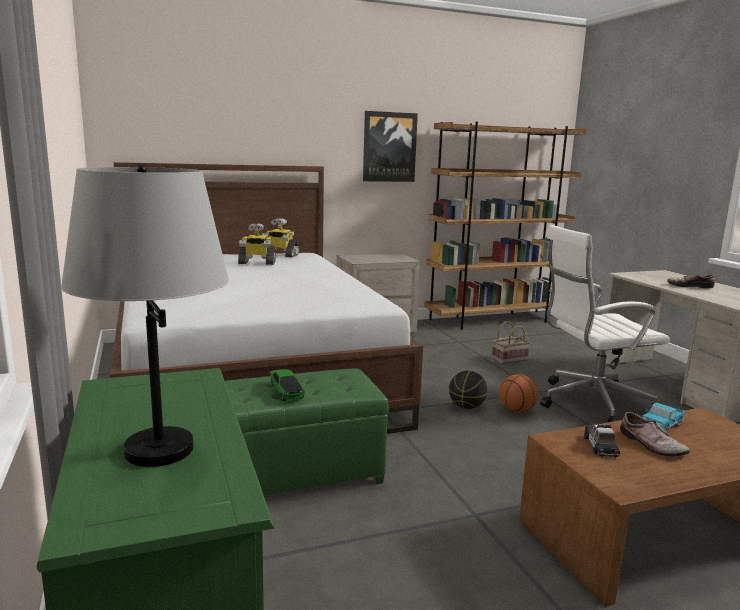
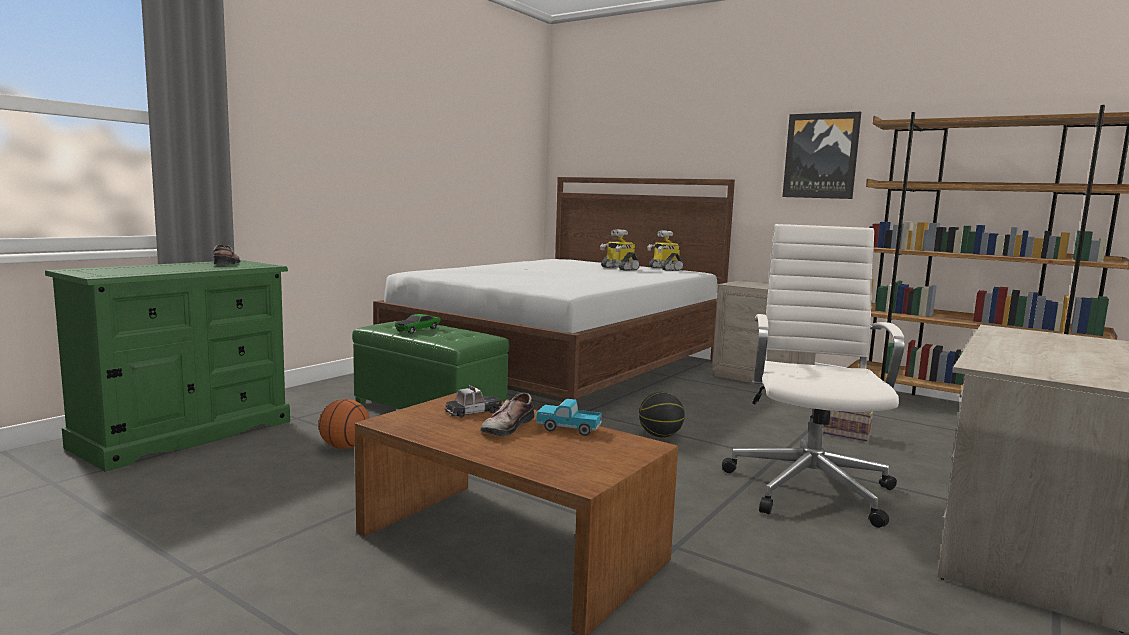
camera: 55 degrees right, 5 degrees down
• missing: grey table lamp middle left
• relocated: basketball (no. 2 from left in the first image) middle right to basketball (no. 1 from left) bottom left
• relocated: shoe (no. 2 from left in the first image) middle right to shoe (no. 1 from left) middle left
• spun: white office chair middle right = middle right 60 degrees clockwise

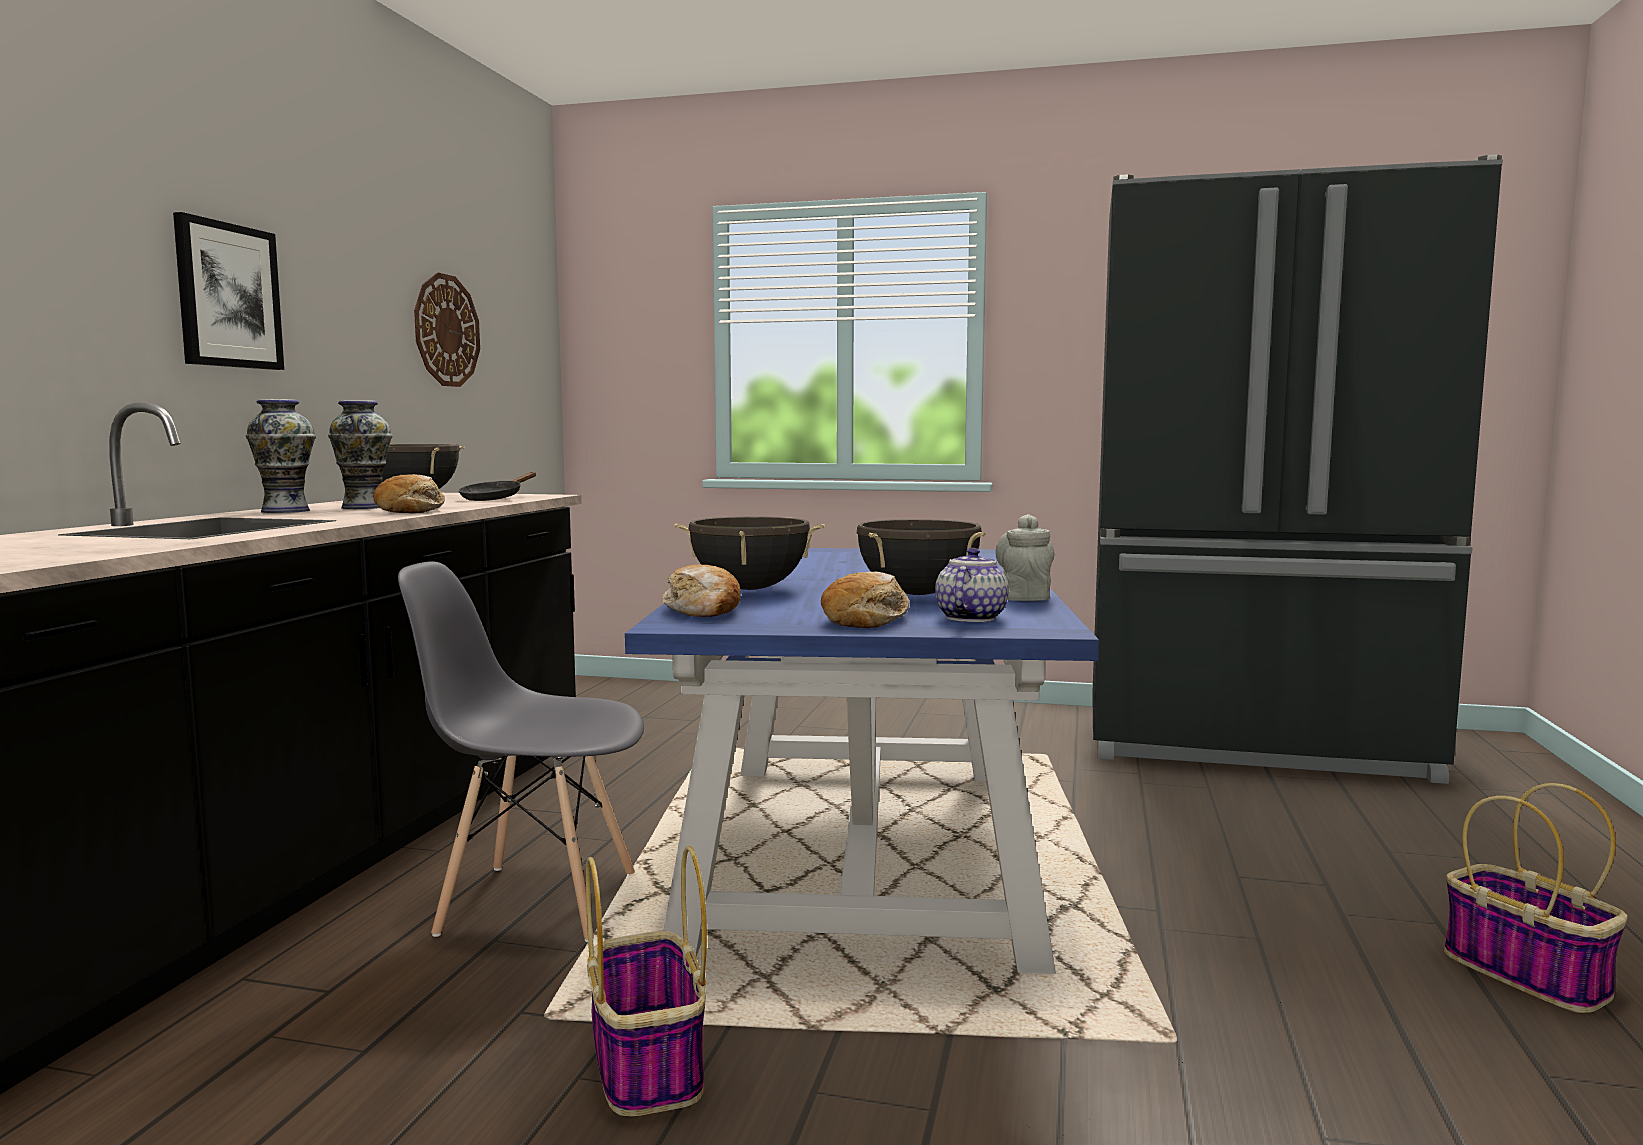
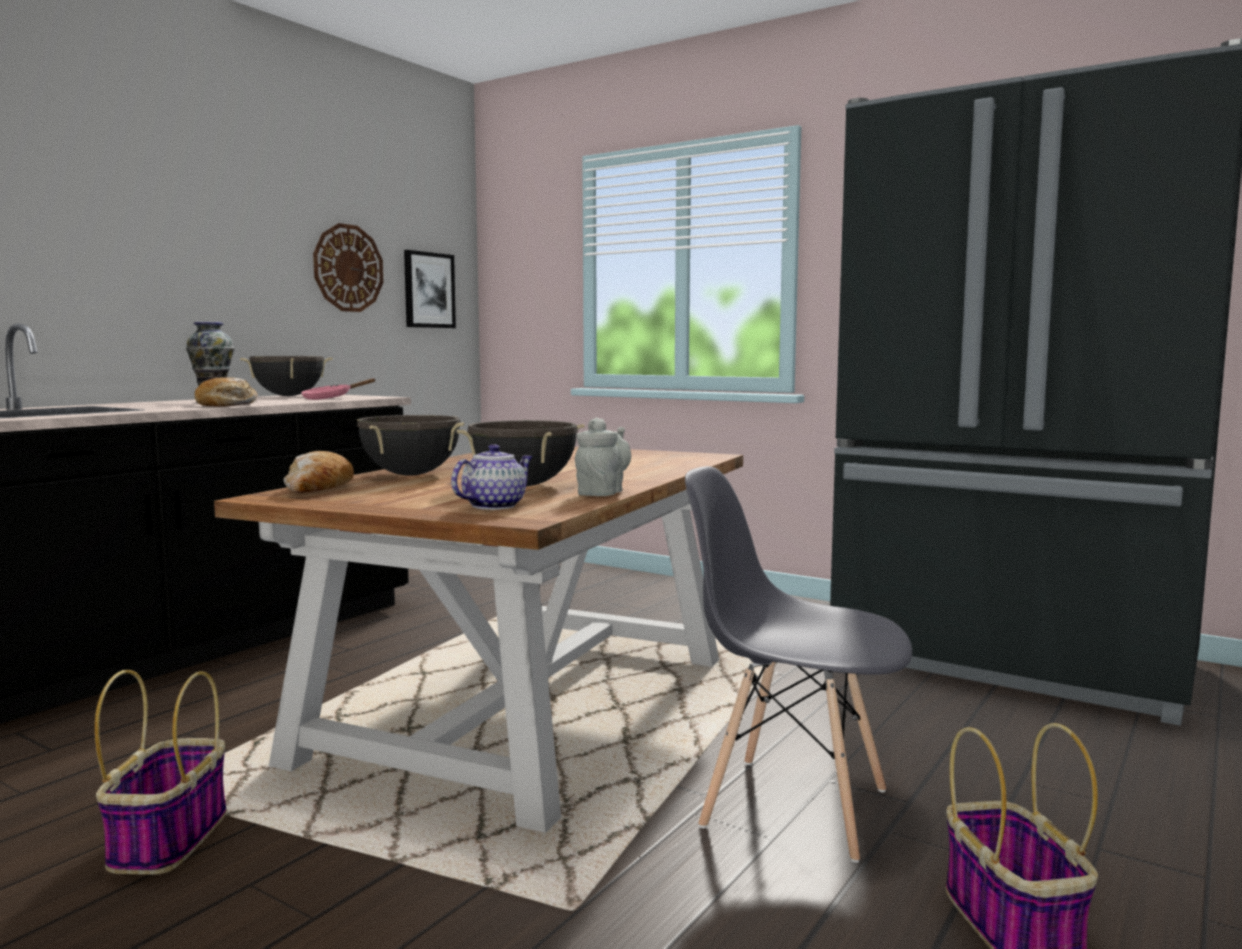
camera: 20 degrees right, 0 degrees up
• missing: vase (no. 1 from left) middle left
• missing: bread (no. 3 from left) centre
• relocated: picture top left to top centre
• relocated: grey chair middle left to bottom centre
• colour: black frying pan middle left to pink frying pan middle left
• colour: blue dining table centre to brown dining table bottom centre

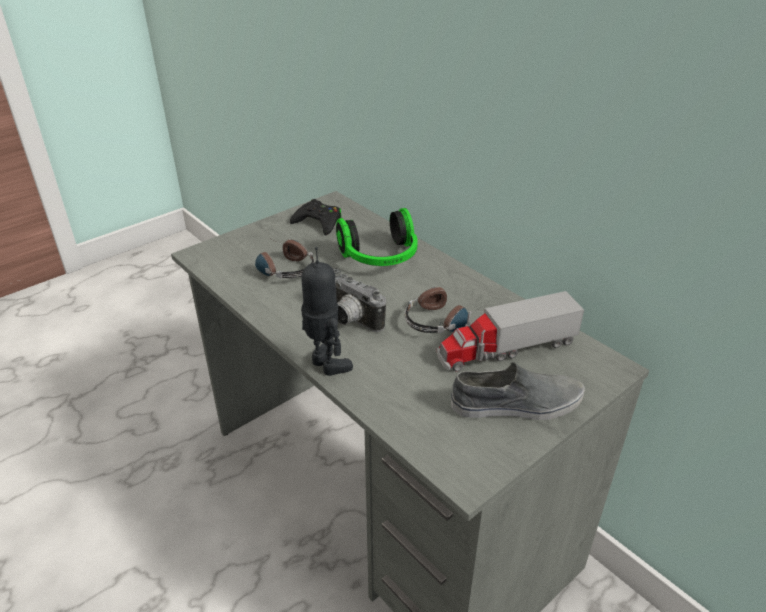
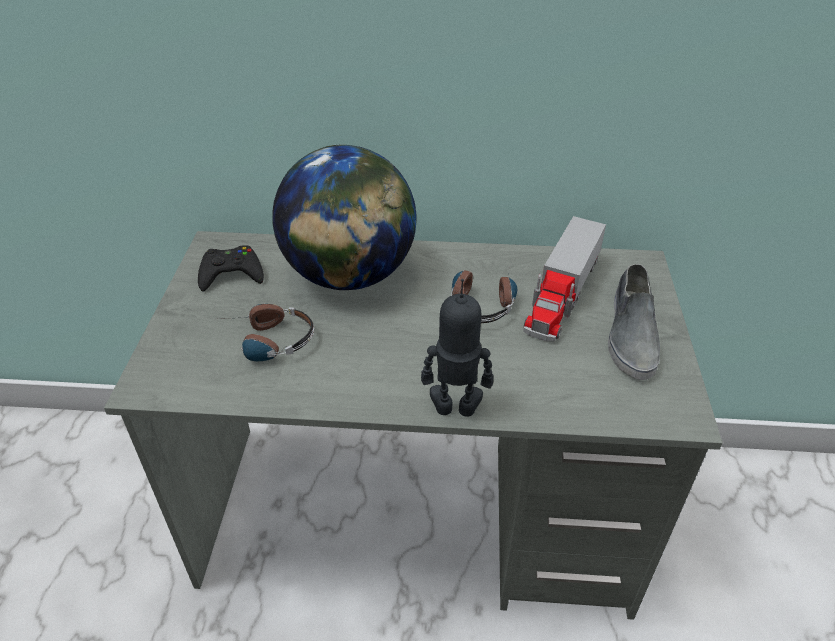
camera: 45 degrees left, 5 degrees up
• missing: photo camera centre
• exchanged: headphones (no. 2 from left) centre to globe centre
• spun: grey shoe middle right = middle right 150 degrees clockwise

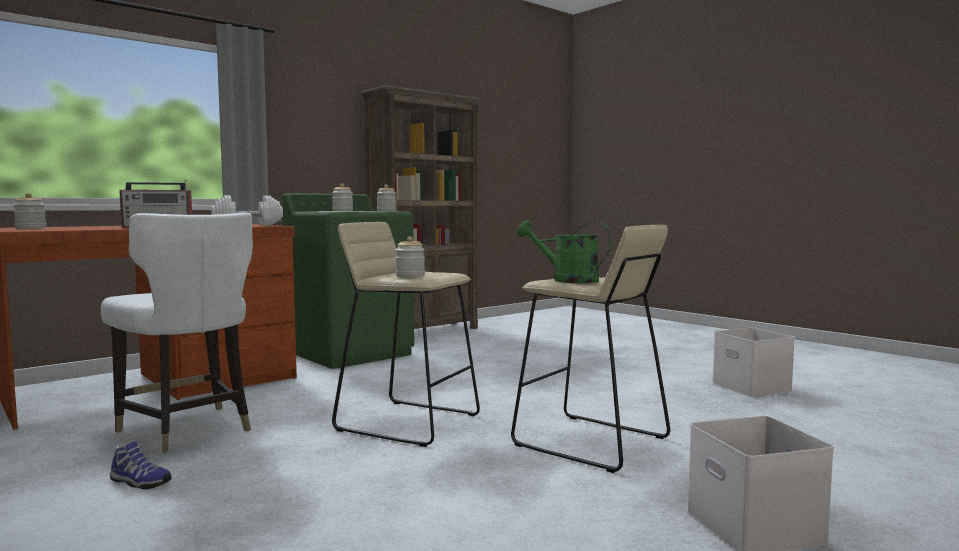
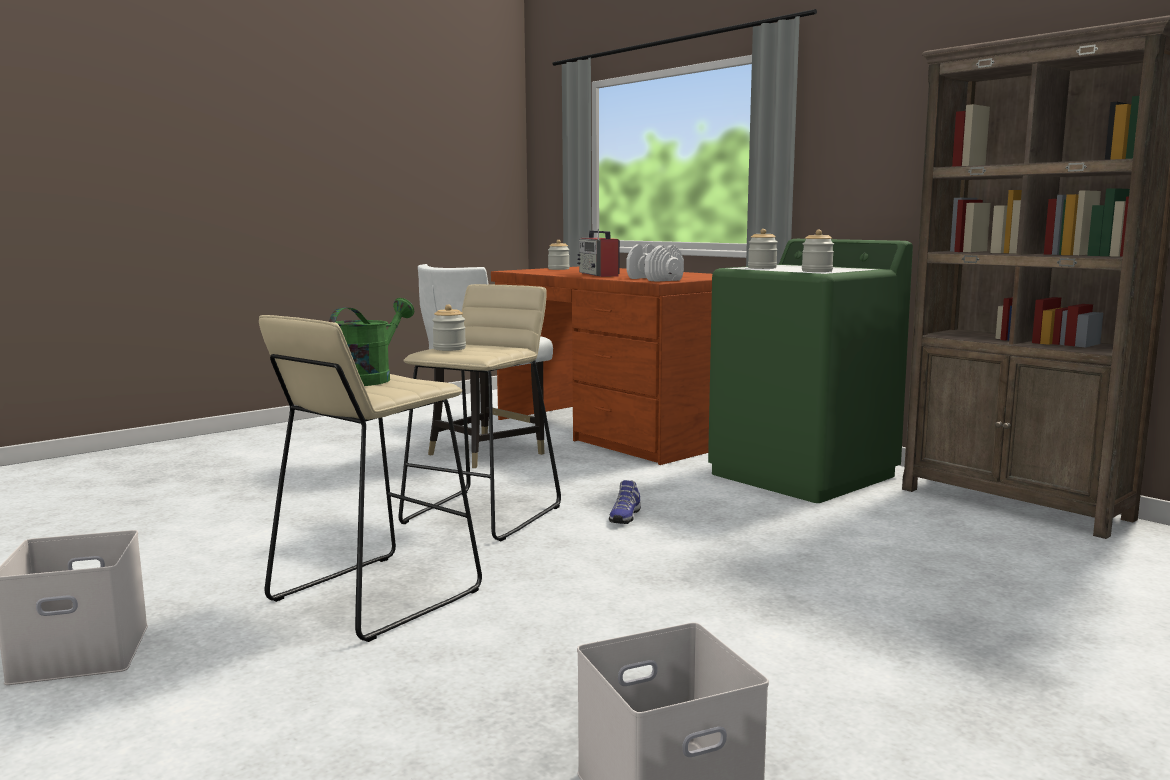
camera: 90 degrees right, 5 degrees up
• relocated: shoe bottom left to centre

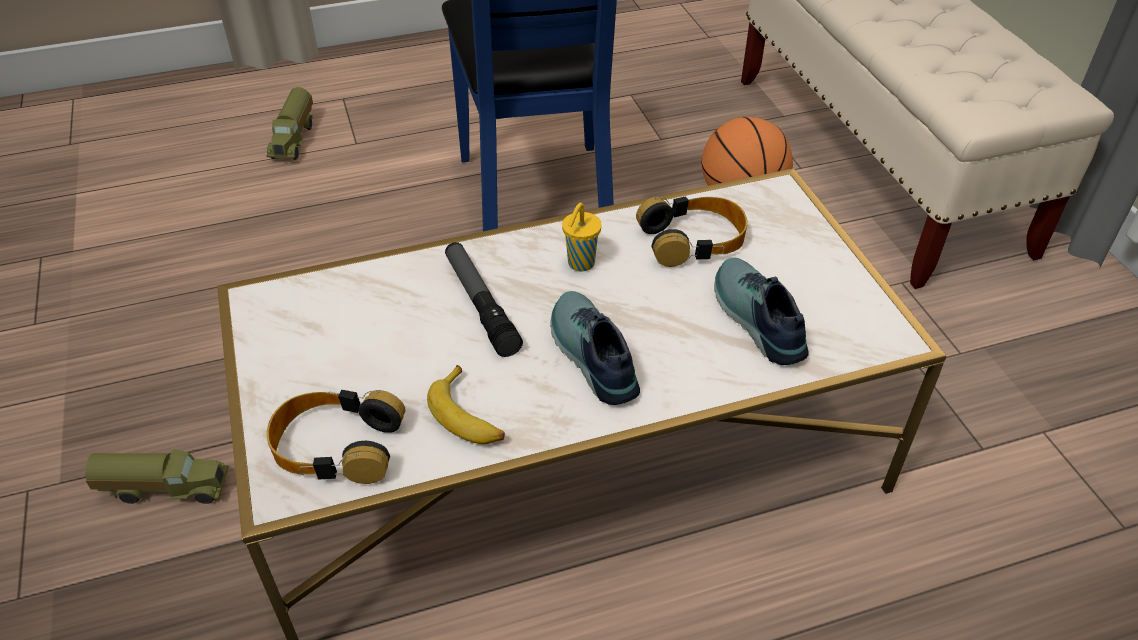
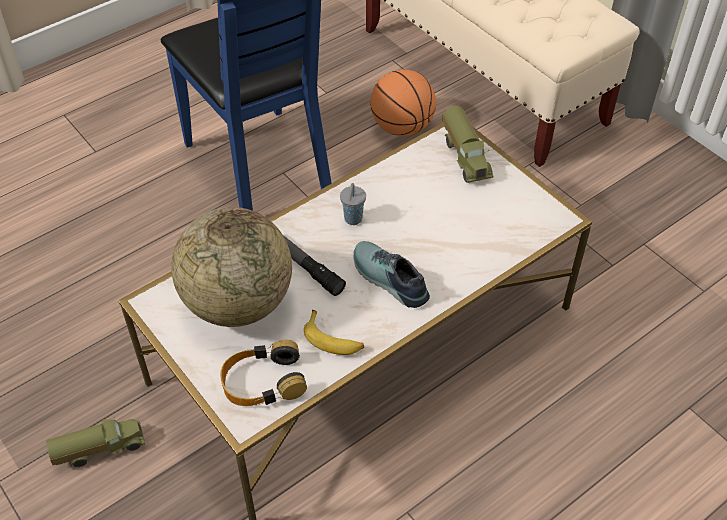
camera: 20 degrees left, 5 degrees up
• missing: headphones (no. 2 from left) centre
• missing: shoe (no. 2 from left) middle right
• appeared: globe middle left
• relocated: toy truck (no. 2 from left) top left to top centre
• colour: yellow cup centre to grey cup centre

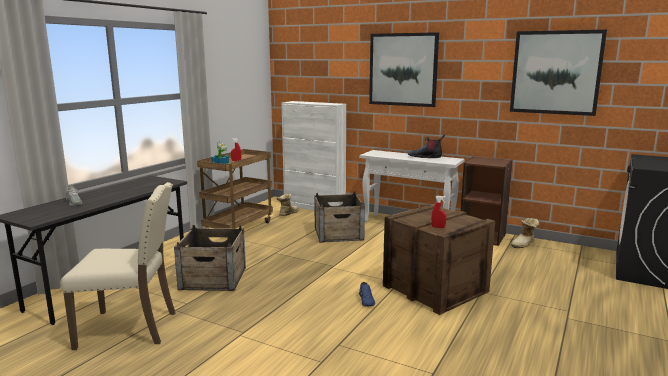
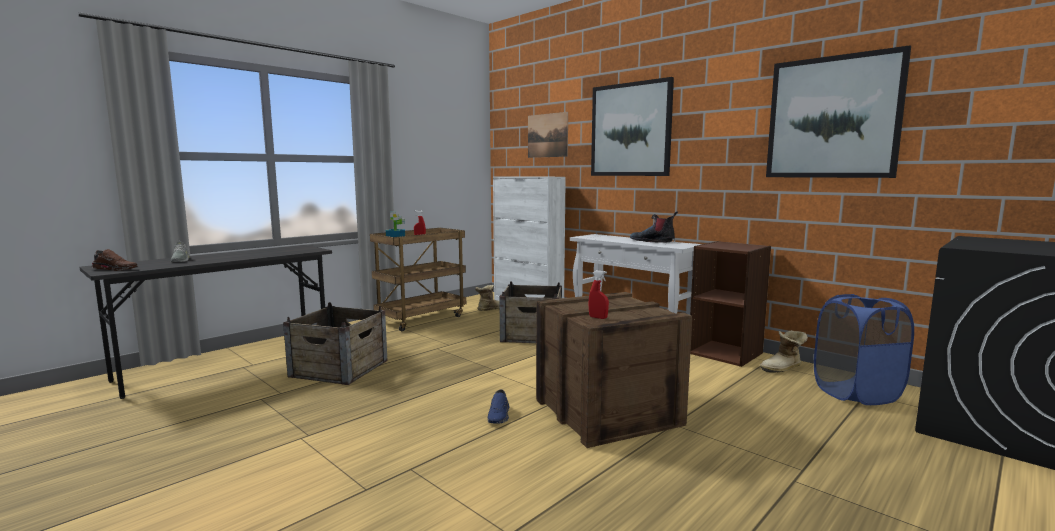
camera: 15 degrees right, 5 degrees down
• missing: beige chair bottom left
• appeared: brown shoe middle left
• appeared: picture (no. 1 from left) top centre
• appeared: blue laundry basket middle right

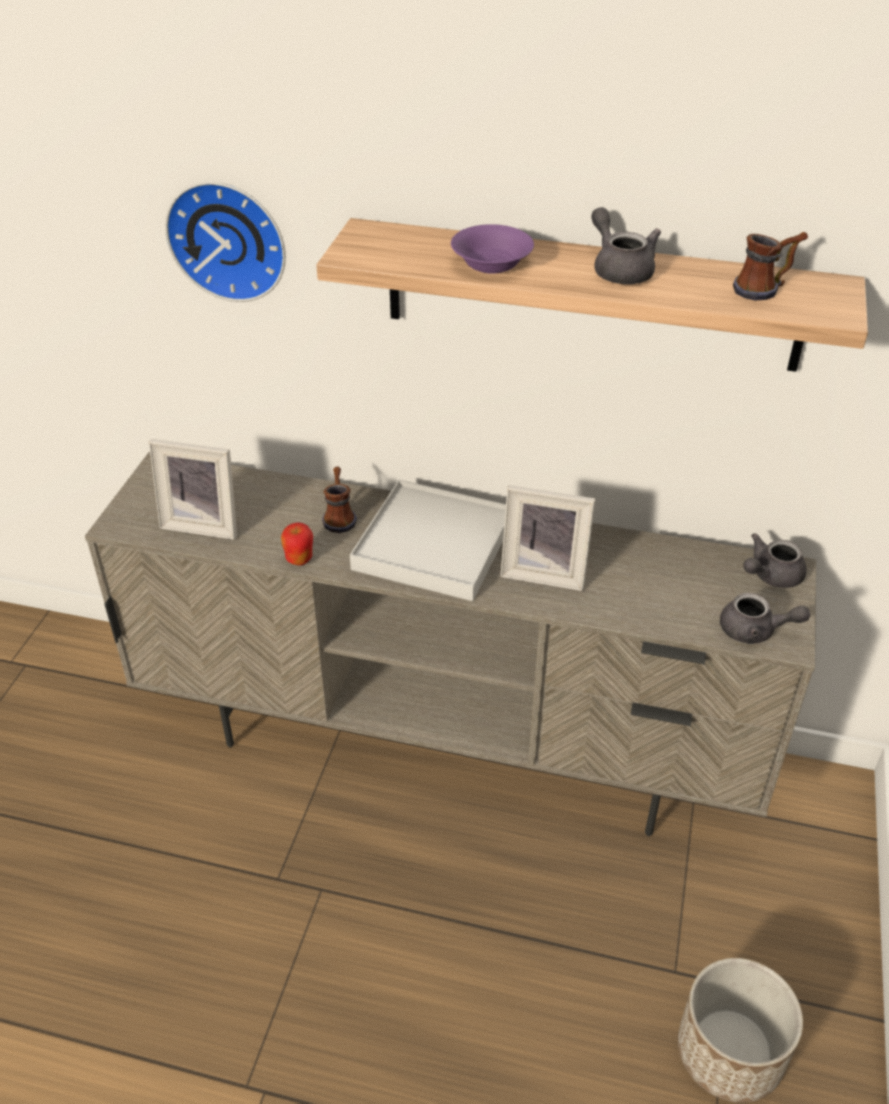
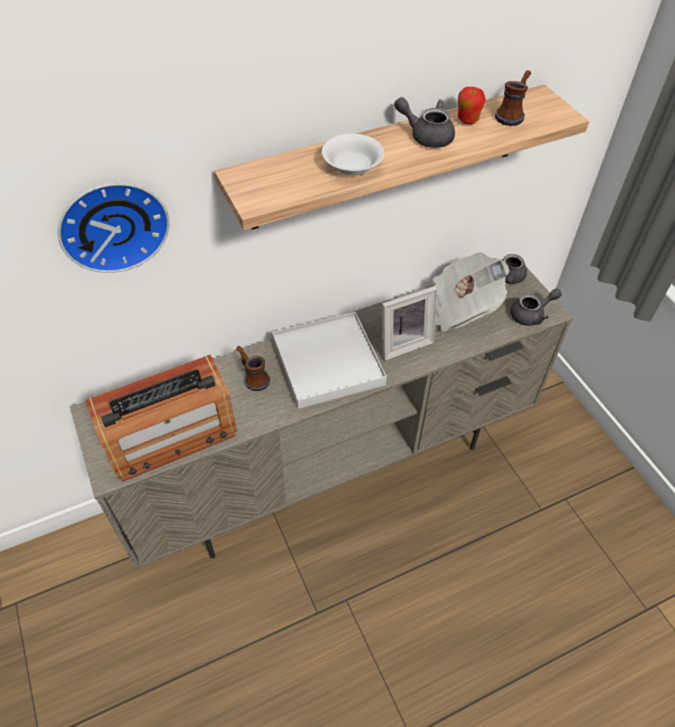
camera: 40 degrees left, 10 degrees up
• missing: planter bottom right
• appeared: newspaper middle right
• relocated: apple centre to top right
• exchanged: picture frame (no. 1 from left) middle left to radio middle left
• colour: purple bowl top centre to white bowl top centre

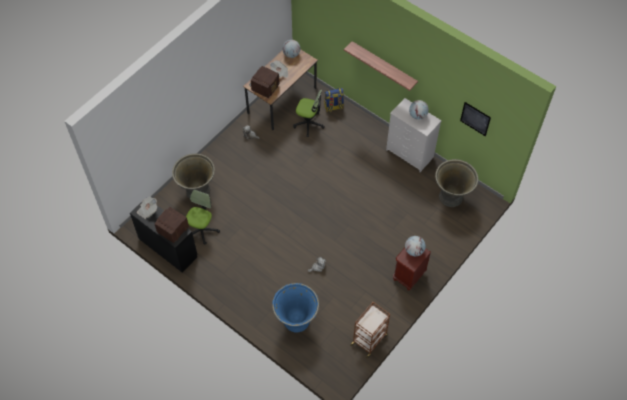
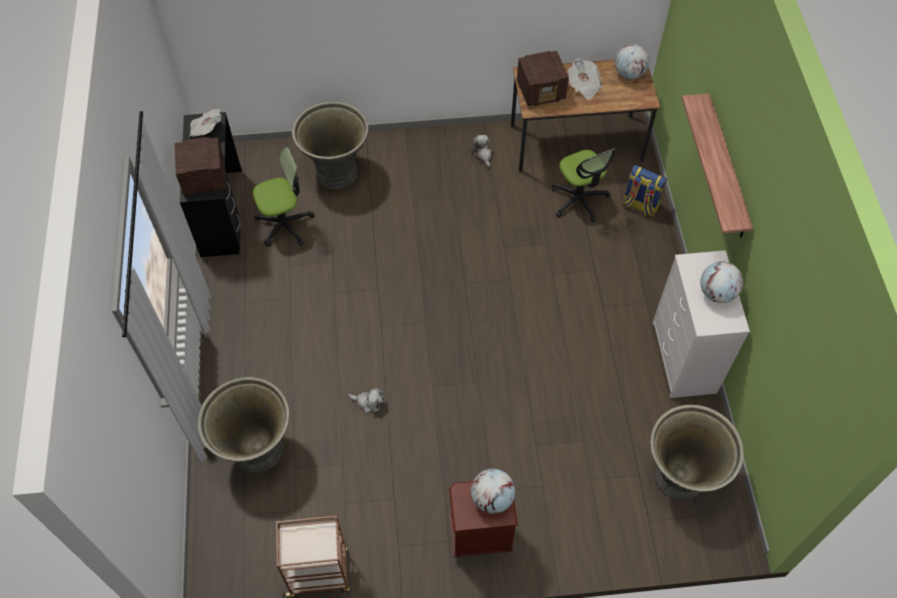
camera: 45 degrees right, 0 degrees up
• missing: picture top right
• colour: blue planter bottom centre to grey planter (no. 1 from left) bottom left

